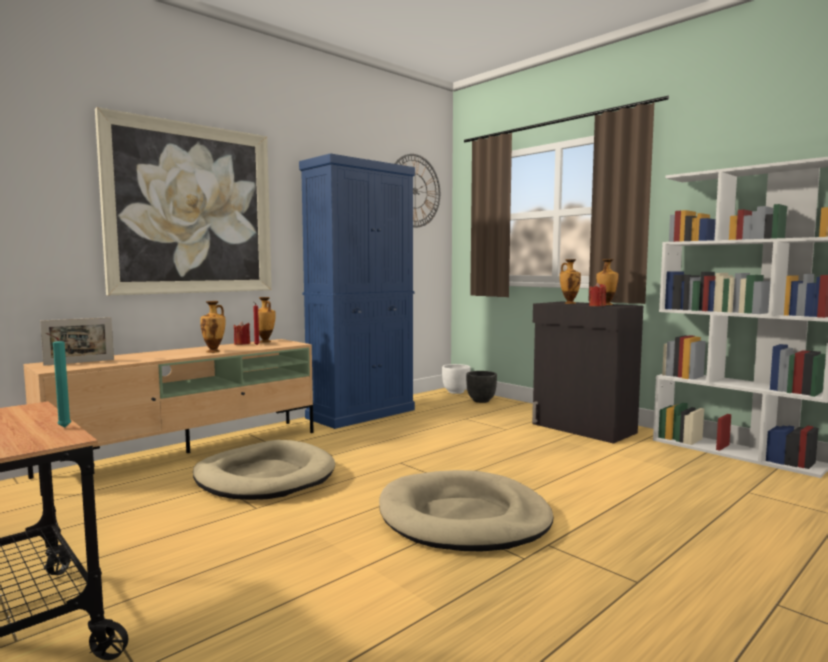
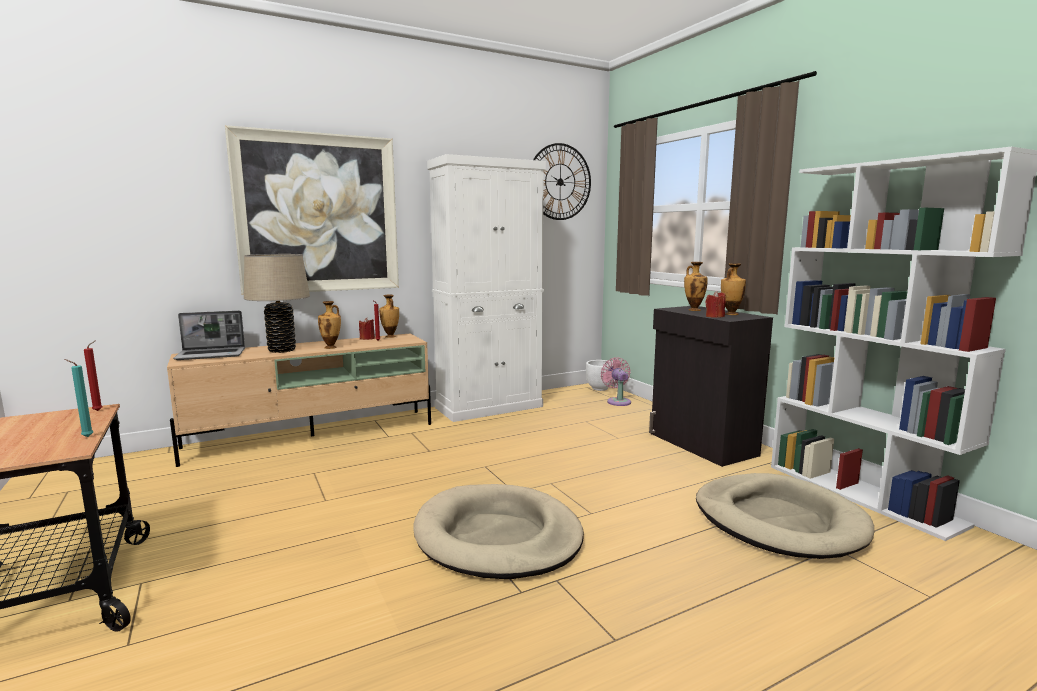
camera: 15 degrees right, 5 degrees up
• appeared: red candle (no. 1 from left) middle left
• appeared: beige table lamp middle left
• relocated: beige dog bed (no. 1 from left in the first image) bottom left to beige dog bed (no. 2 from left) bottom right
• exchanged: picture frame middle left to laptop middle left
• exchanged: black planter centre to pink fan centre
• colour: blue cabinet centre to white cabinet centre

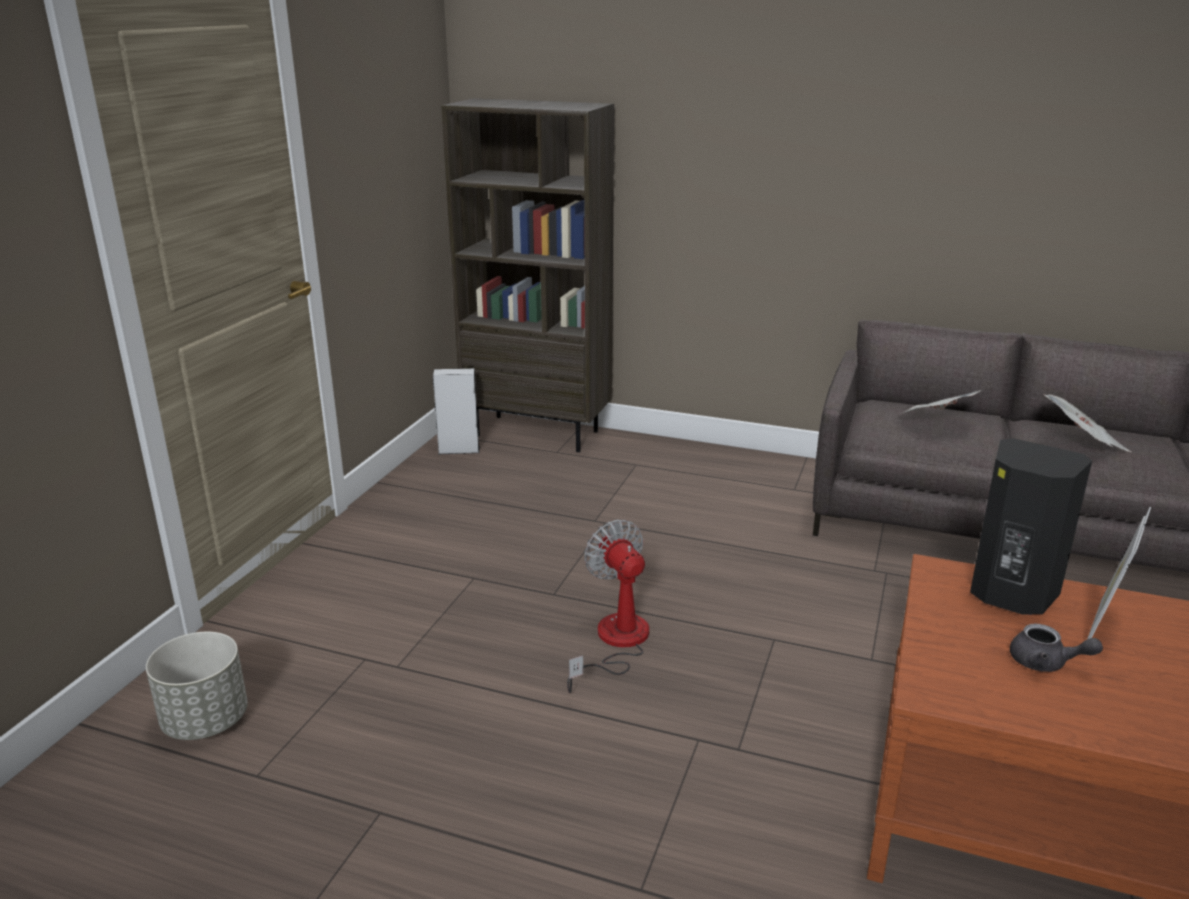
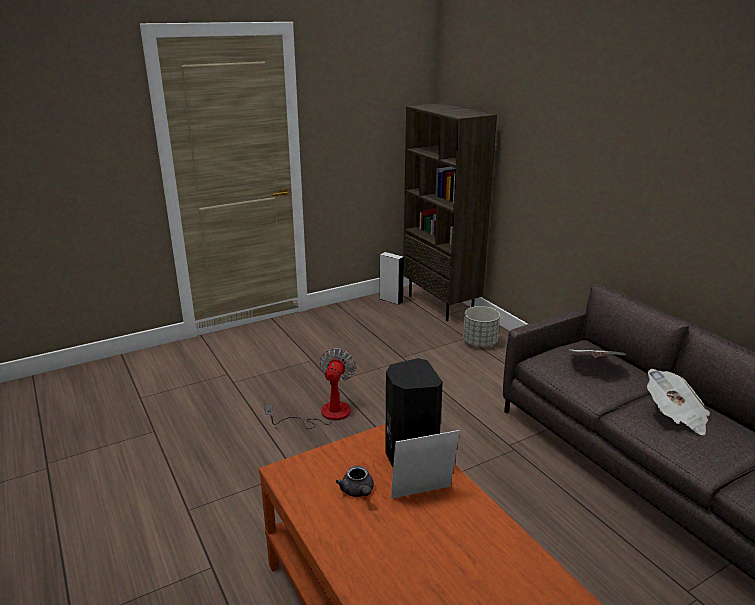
camera: 40 degrees right, 0 degrees up
• relocated: grey planter bottom left to centre

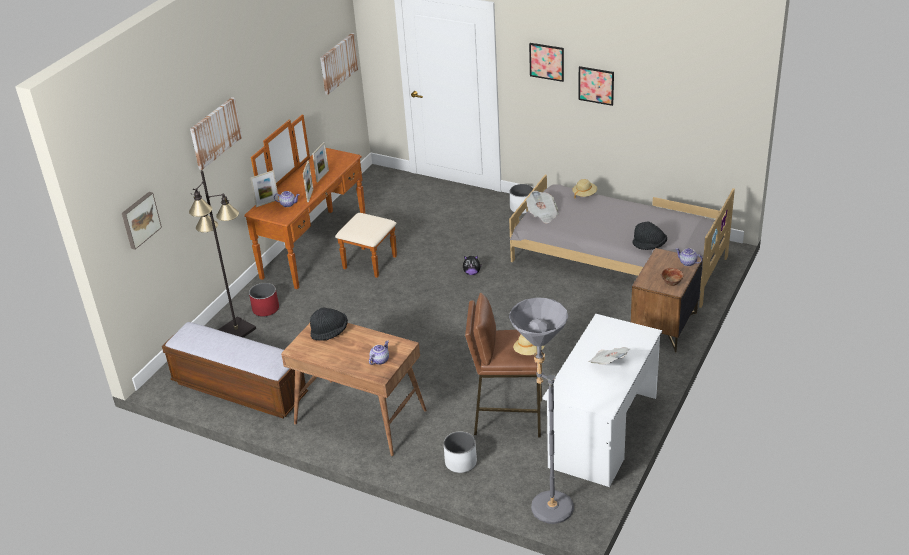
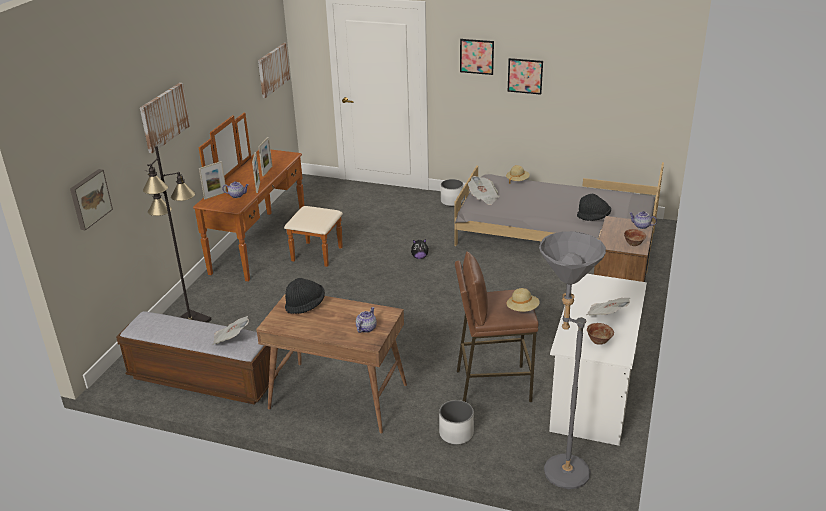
camera: 10 degrees left, 5 degrees down
• missing: red planter middle left
• appeared: newspaper (no. 1 from left) middle left
• appeared: bowl (no. 1 from left) middle right

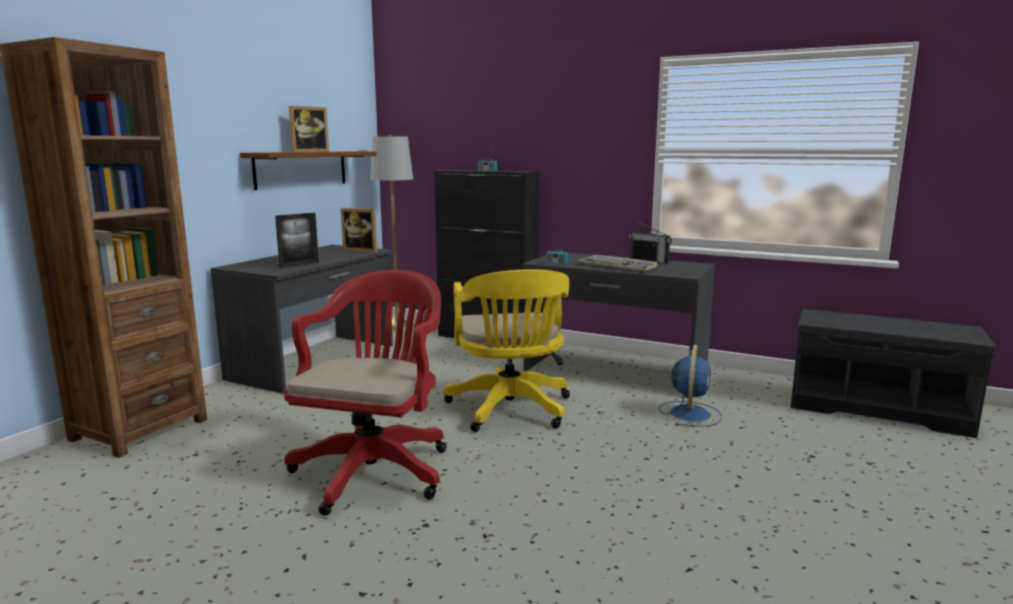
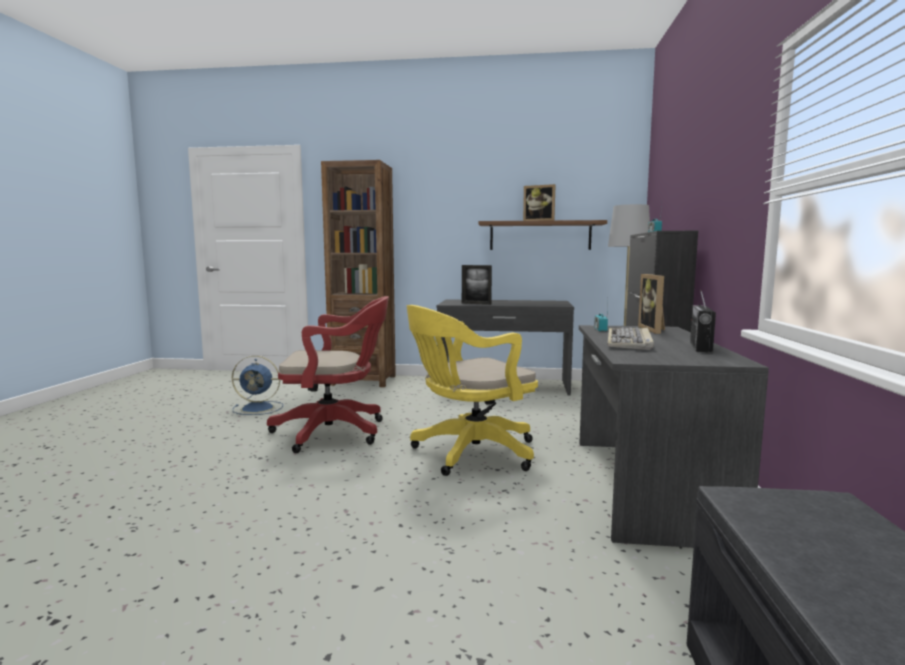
camera: 70 degrees right, 5 degrees down
• relocated: picture frame (no. 3 from left) centre to middle right
• relocated: blue fan middle right to middle left

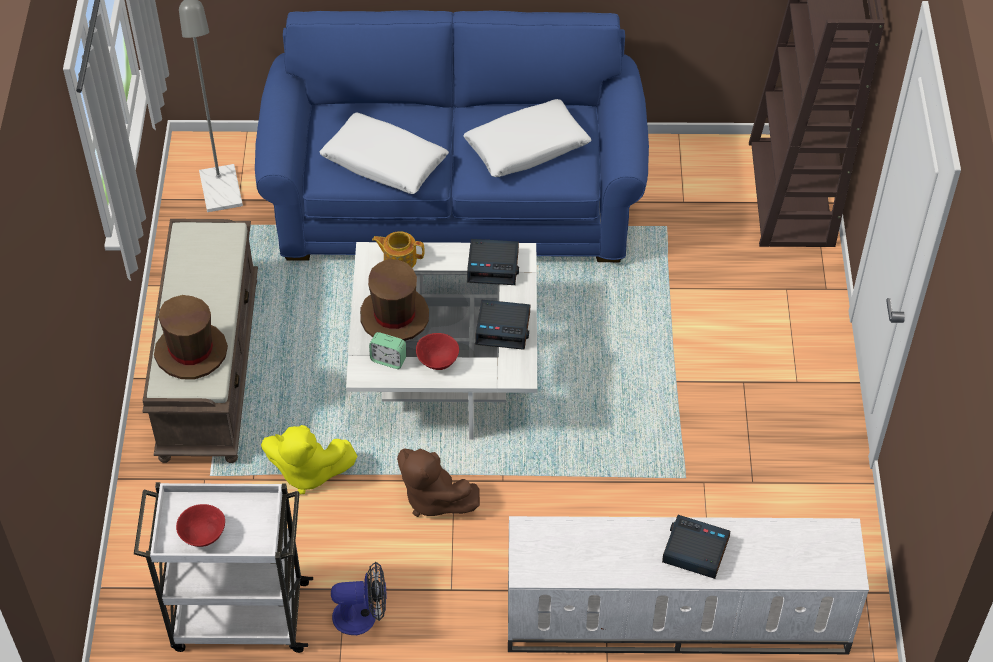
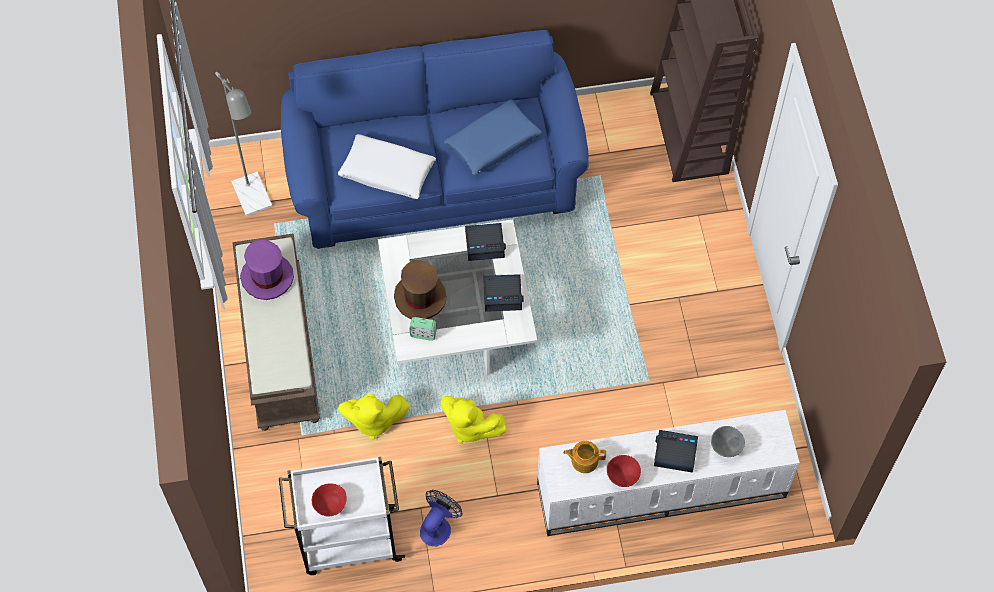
camera: 10 degrees left, 10 degrees up
• missing: brown hat (no. 1 from left) middle left
• appeared: purple hat middle left
• appeared: grey bowl bottom right
• relocated: teapot centre to bottom centre
• relocated: red bowl (no. 2 from left) centre to bottom centre
• colour: brown plush toy bottom centre to yellow plush toy (no. 2 from left) bottom centre
• colour: white pillow (no. 2 from left) top centre to blue pillow top centre
• spun: fan bottom centre = bottom centre 45 degrees counterclockwise

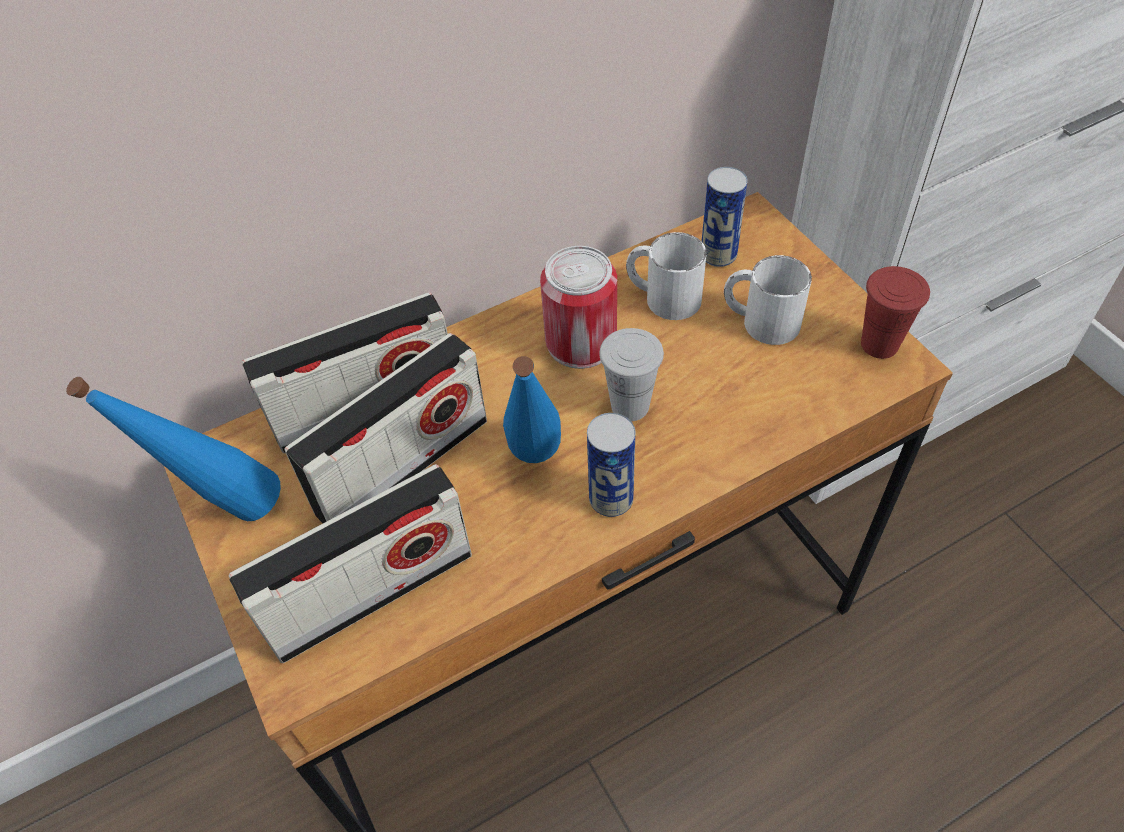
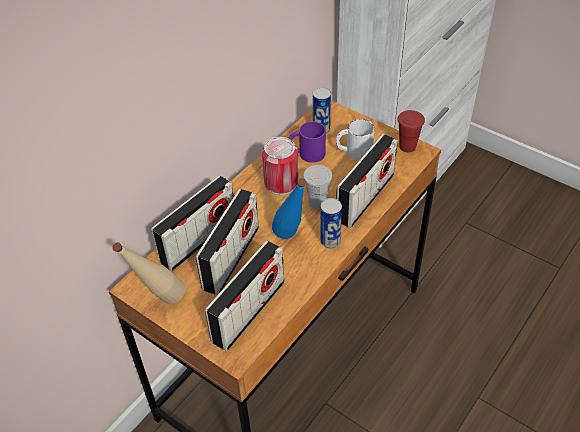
camera: 25 degrees left, 5 degrees down
• appeared: radio (no. 4 from left) centre
• colour: blue bottle (no. 1 from left) middle left to beige bottle middle left
• colour: white mug (no. 1 from left) top centre to purple mug top centre

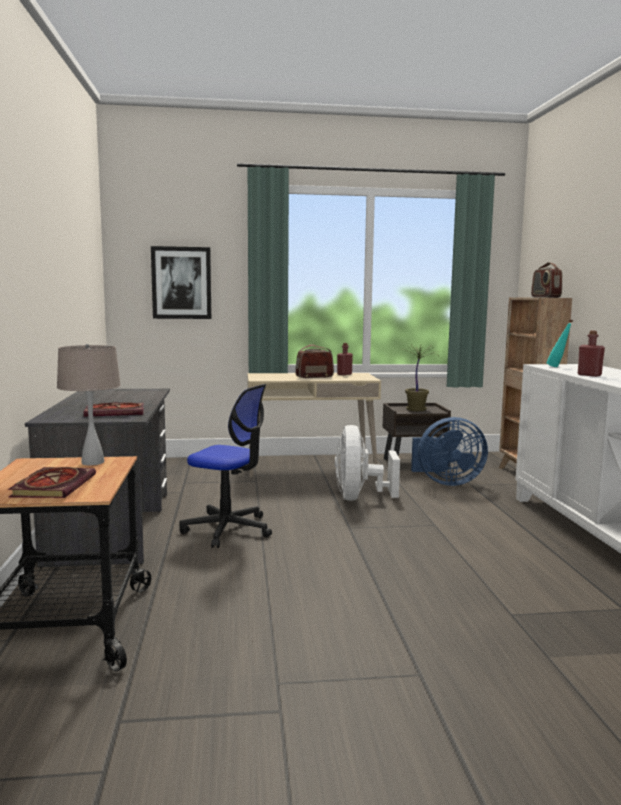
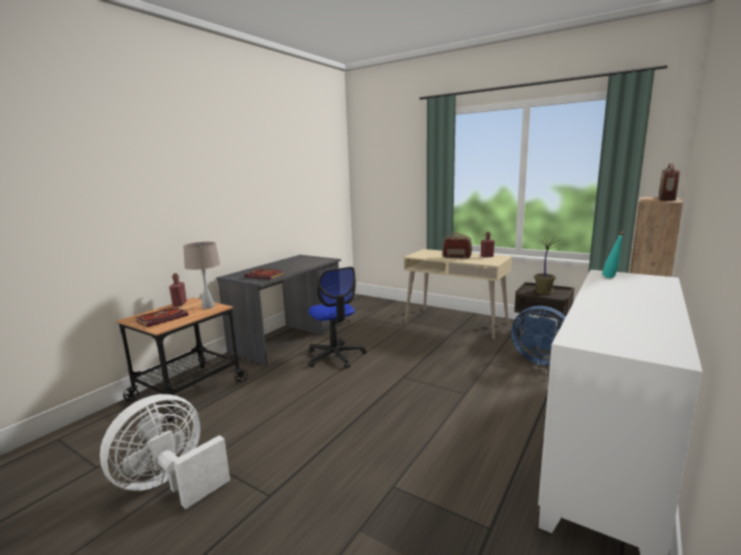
camera: 40 degrees right, 5 degrees up
• missing: picture middle left
• relocated: white fan centre to bottom left
• relocated: red bottle (no. 2 from left in the first image) middle right to red bottle (no. 1 from left) middle left

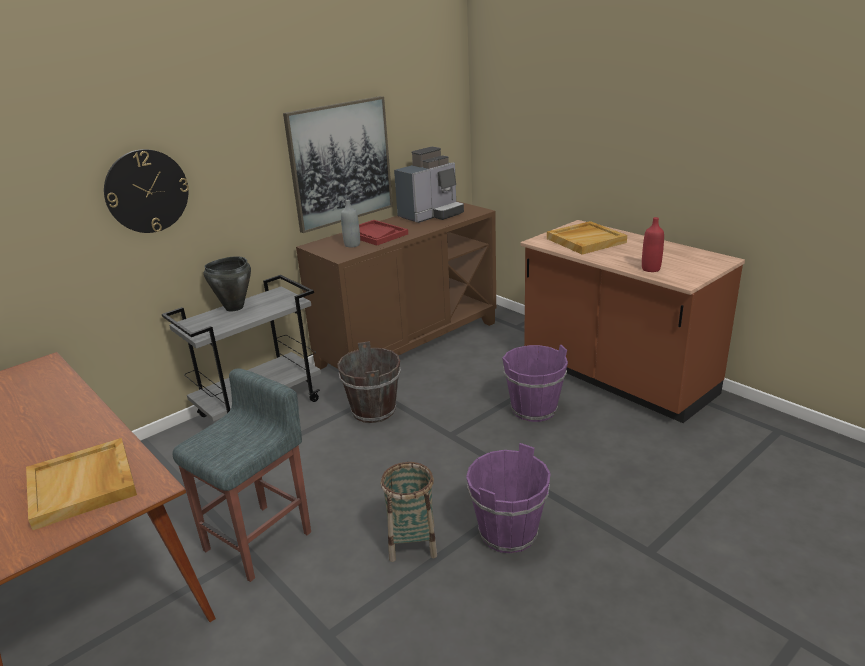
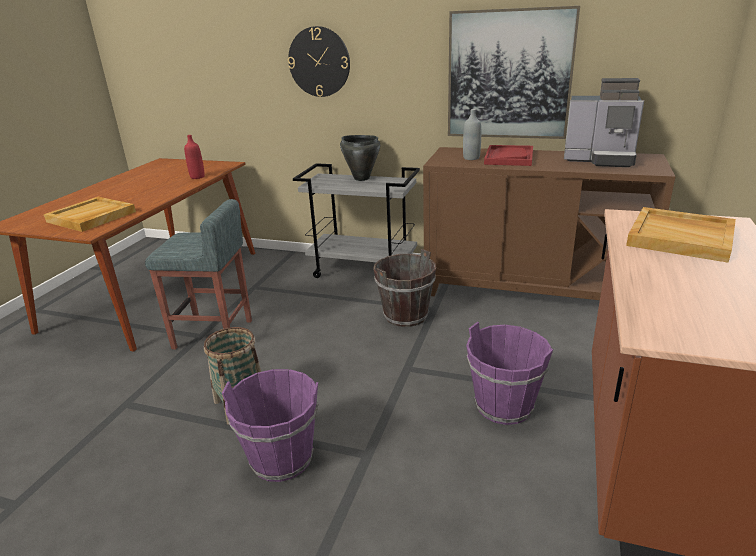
camera: 60 degrees right, 0 degrees up
• relocated: red bottle middle right to top left

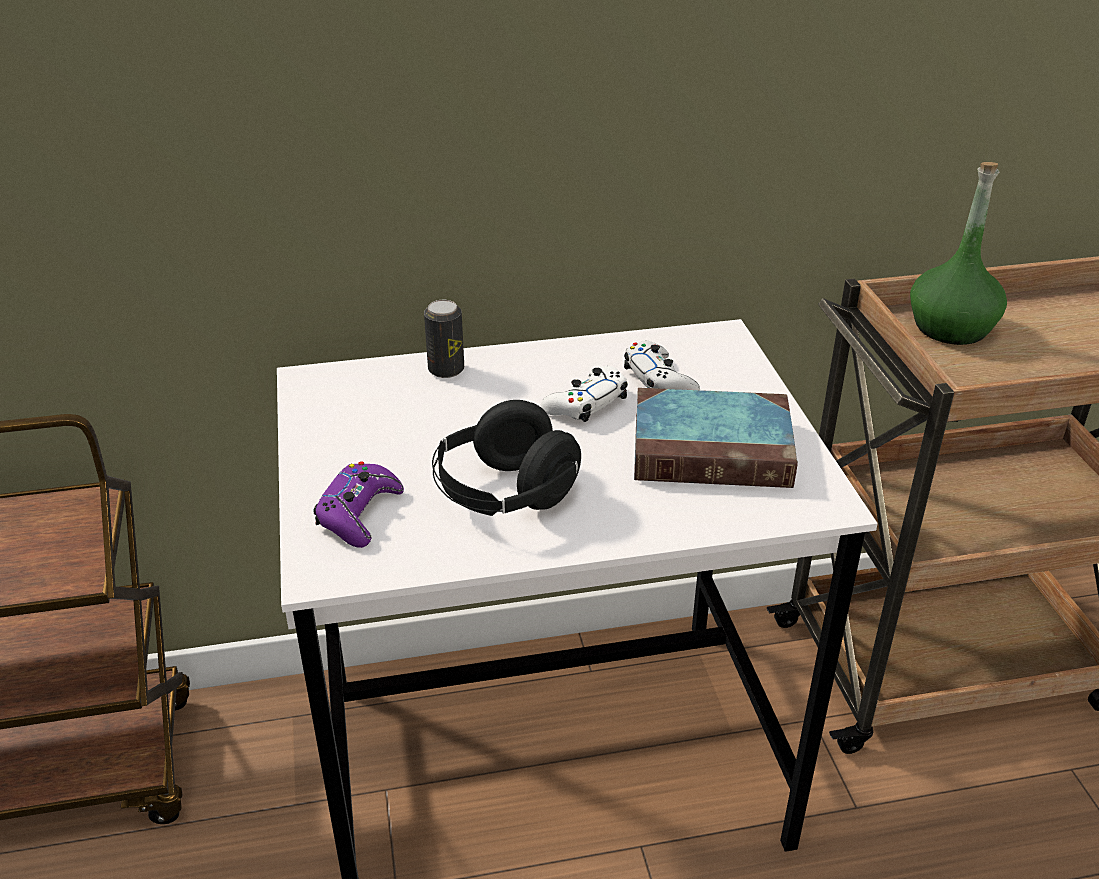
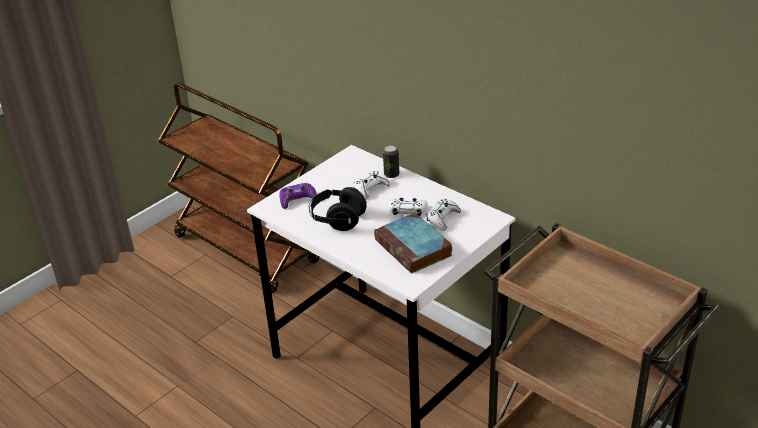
camera: 55 degrees right, 0 degrees up
• missing: green bottle top right
• appeared: white game controller (no. 1 from left) centre

